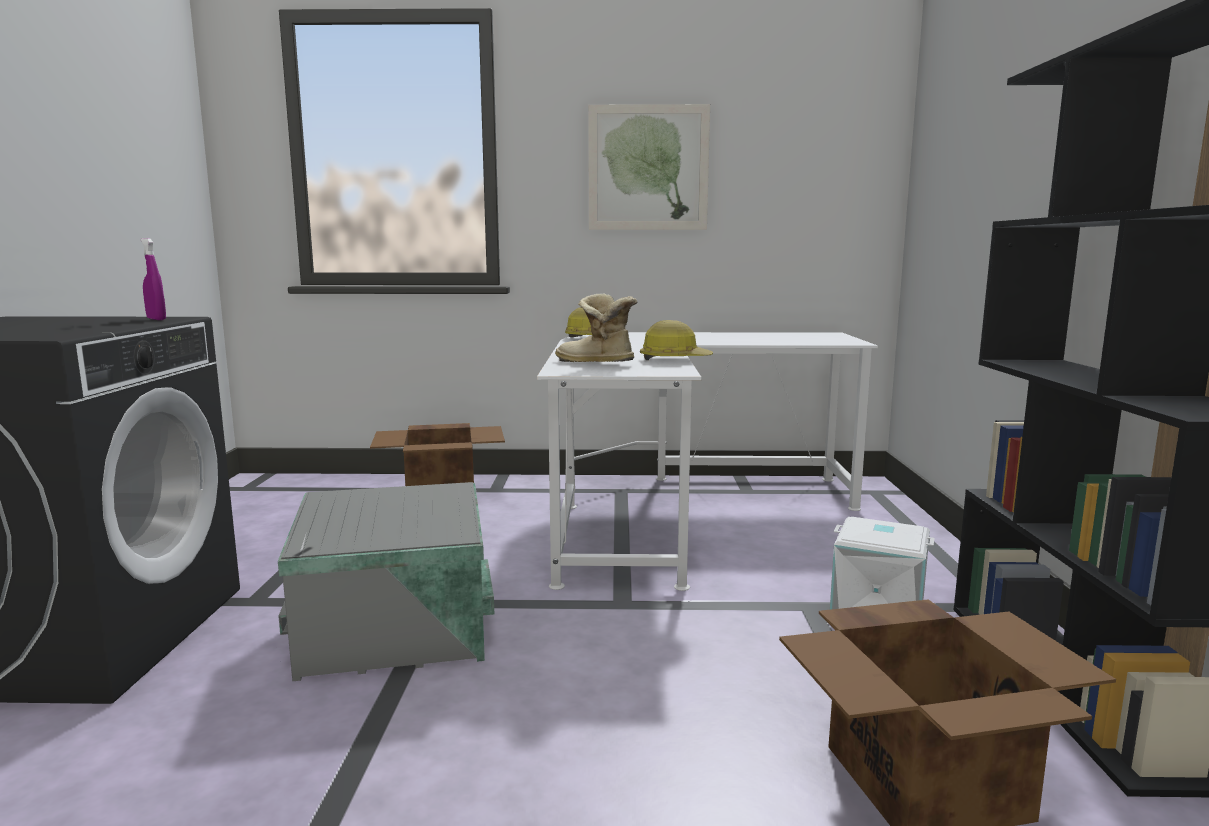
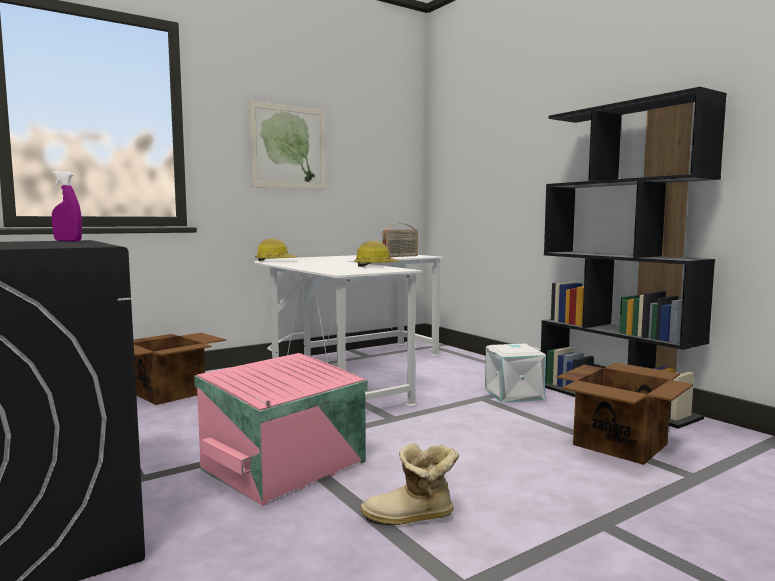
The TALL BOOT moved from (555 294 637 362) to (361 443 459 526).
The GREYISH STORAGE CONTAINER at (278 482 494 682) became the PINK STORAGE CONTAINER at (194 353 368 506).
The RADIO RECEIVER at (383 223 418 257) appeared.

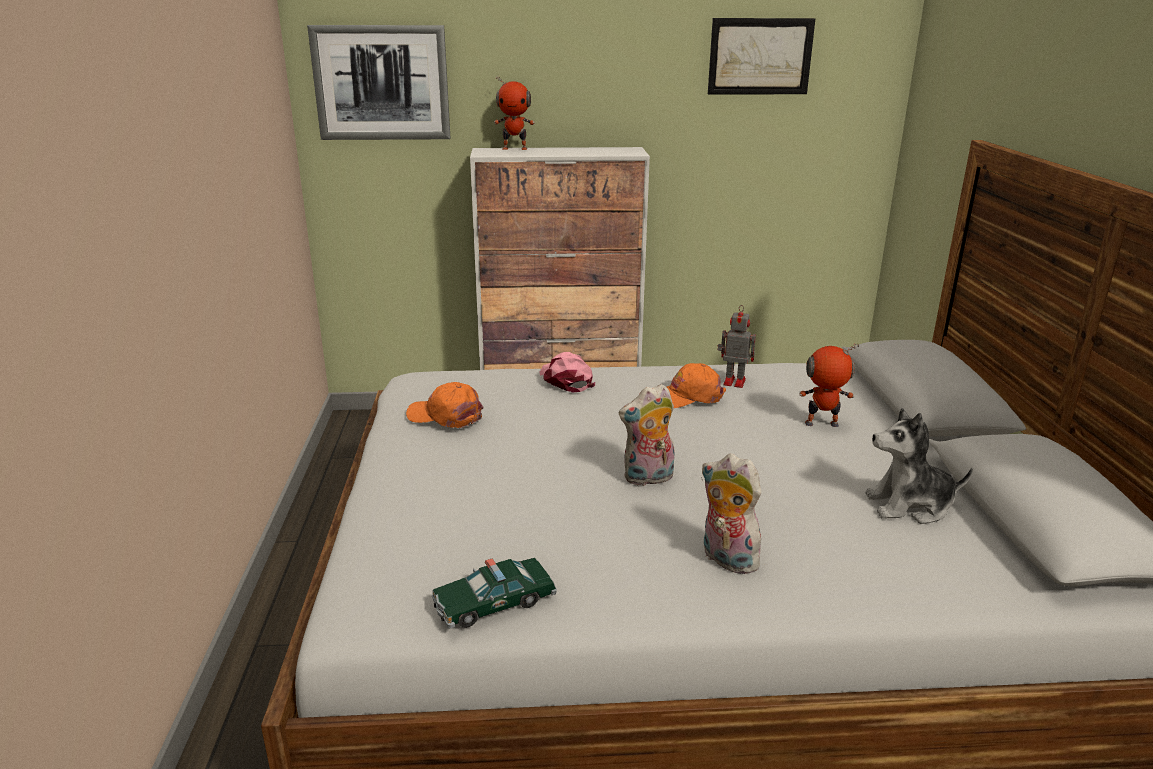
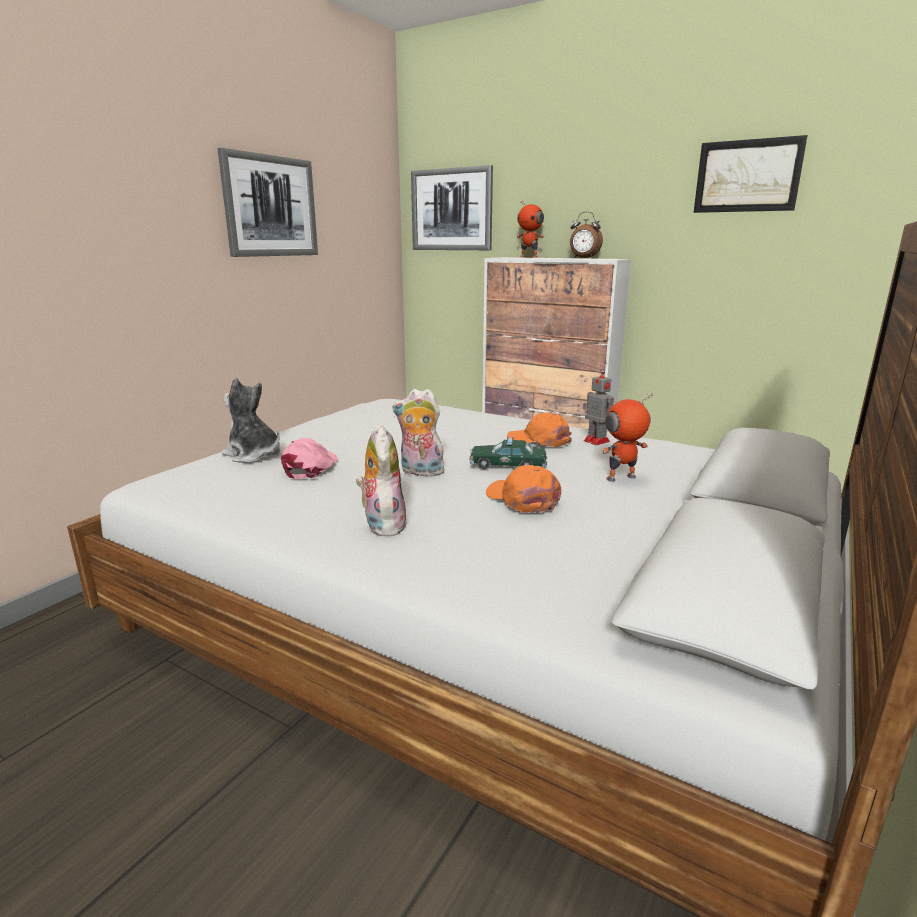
The MODEL ROBOT at (799 343 859 427) turned 60 degrees counterclockwise.
The PINK BASEBALL CAP moved from (540 352 596 392) to (281 438 338 479).
The ORANGE BASEBALL CAP moved from (406 382 484 428) to (486 465 562 513).
The PLUSH TOY moved from (865 408 973 524) to (222 377 280 463).
The MINIATURE CAR moved from (432 558 557 629) to (469 436 547 469).
The WALL ART at (218 148 318 257) appeared.
The BEDSIDE CLOCK at (570 212 603 258) appeared.

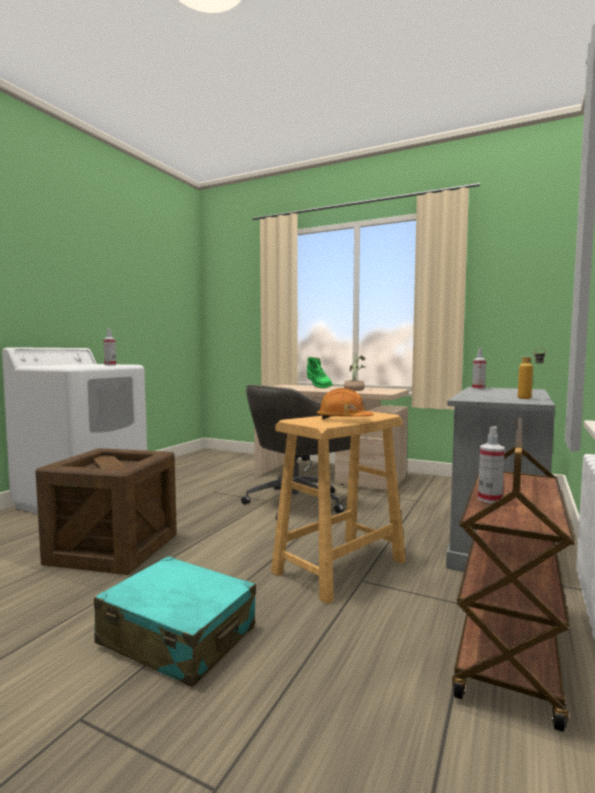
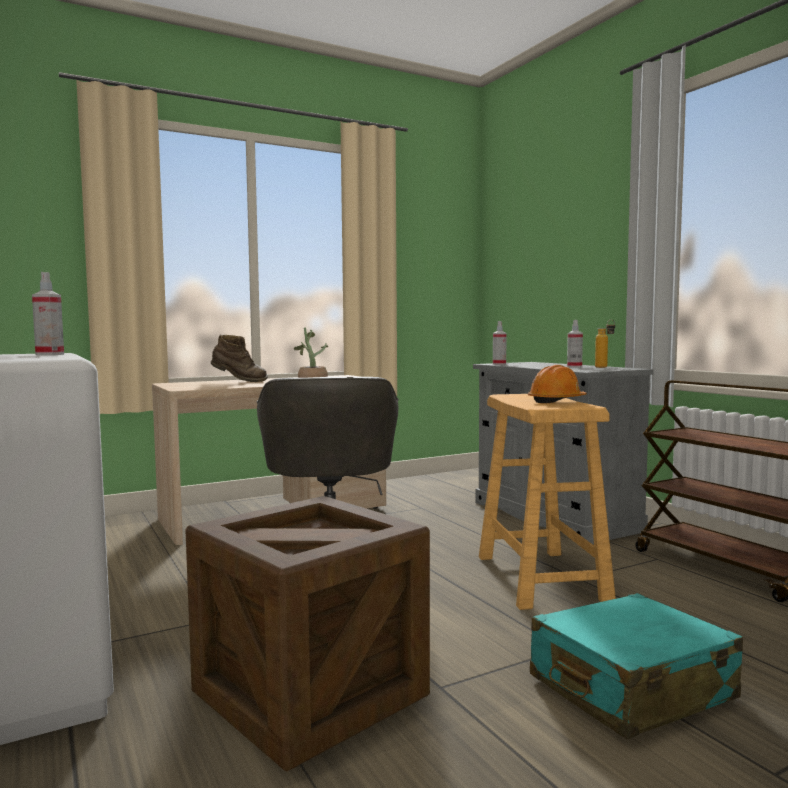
The GREEN TALL BOOT at (307 357 333 388) became the BROWN TALL BOOT at (211 334 268 382).
The SPRAYER moved from (478 426 505 503) to (567 320 583 368).

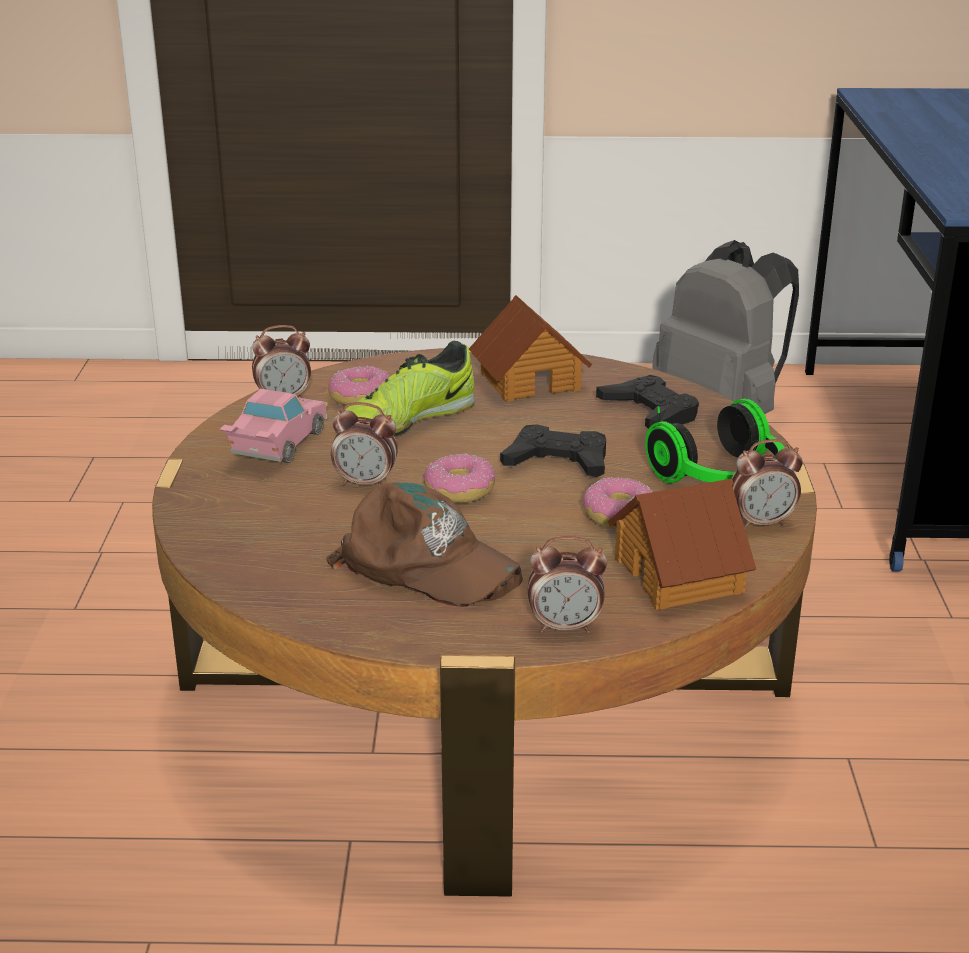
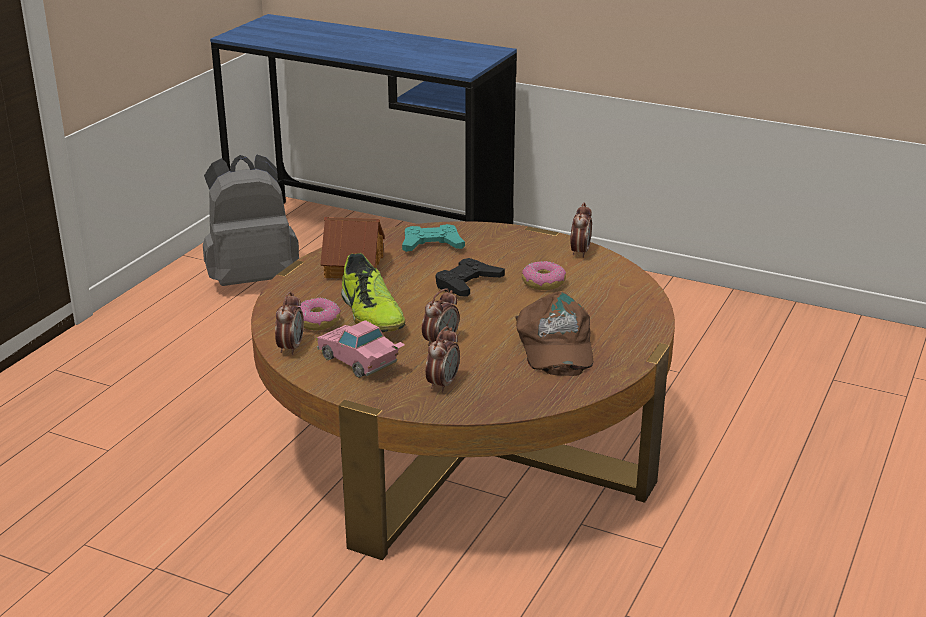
The BLACK-COLOURED GAME CONTROLLER at (596 375 699 429) became the TURQUOISE-COLOURED GAME CONTROLLER at (402 224 465 252).
The HEADPHONES at (645 399 785 483) disappeared.
The DOUGHNUT at (423 454 495 503) disappeared.
The MODEL HOUSE at (608 479 756 610) disappeared.
The BROWN BASEBALL CAP at (326 482 523 607) turned 120 degrees clockwise.
The BEDSIDE CLOCK moved from (528 536 607 633) to (425 326 460 393).

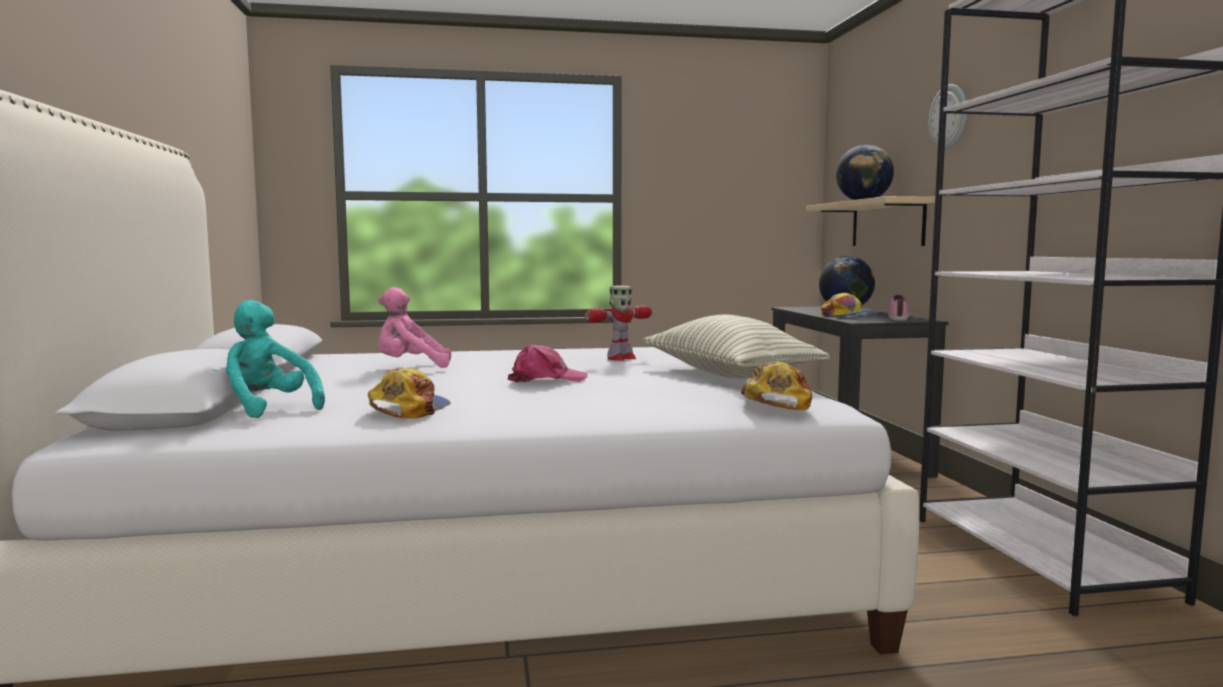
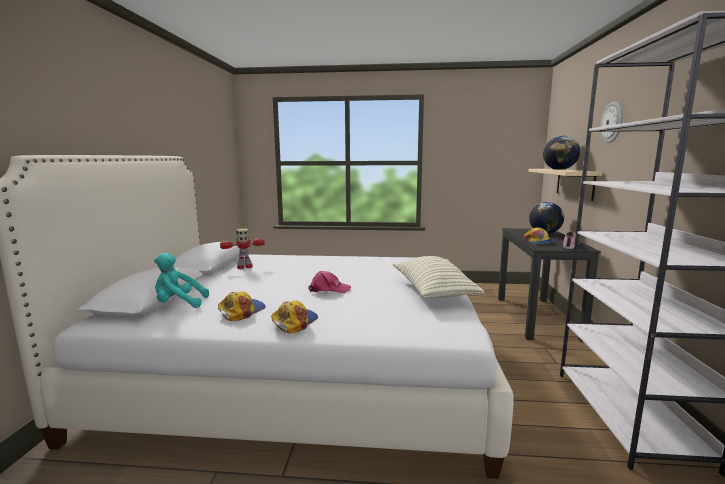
The MODEL ROBOT moved from (585 286 652 361) to (220 229 265 269).
The PINK PLUSH TOY at (378 287 451 368) disappeared.
The TURQUOISE-COLOURED PLUSH TOY at (212 300 325 418) turned 60 degrees counterclockwise.
The BASEBALL CAP moved from (741 362 812 410) to (271 300 318 334).

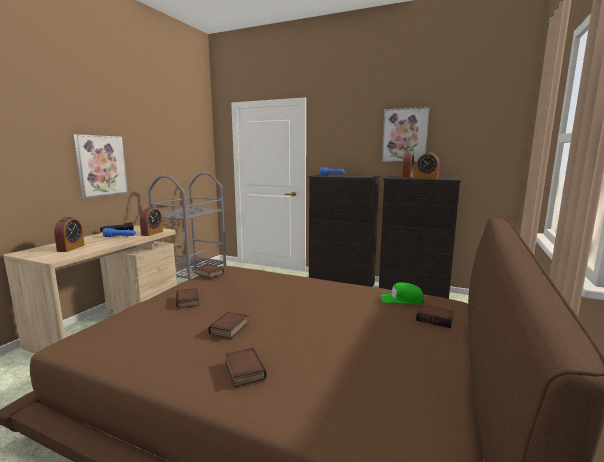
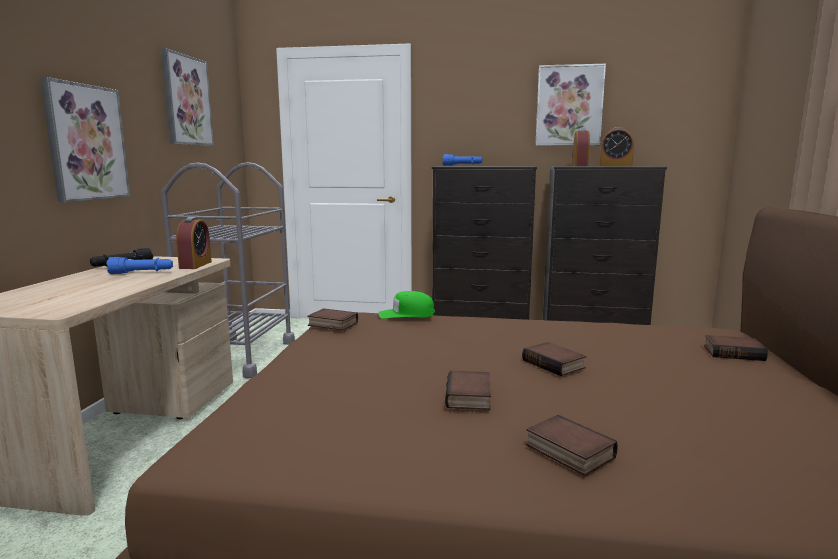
The BEDSIDE CLOCK at (54 217 85 252) disappeared.
The GREEN BASEBALL CAP moved from (381 283 424 305) to (379 291 435 319).
The BOOK moved from (176 288 200 308) to (522 342 586 376).
The WALL ART at (161 48 214 146) appeared.

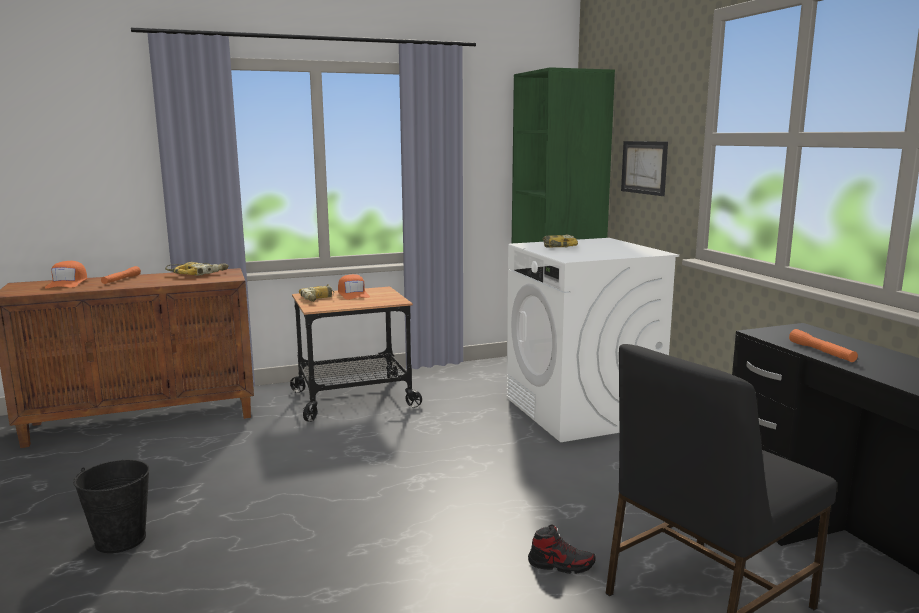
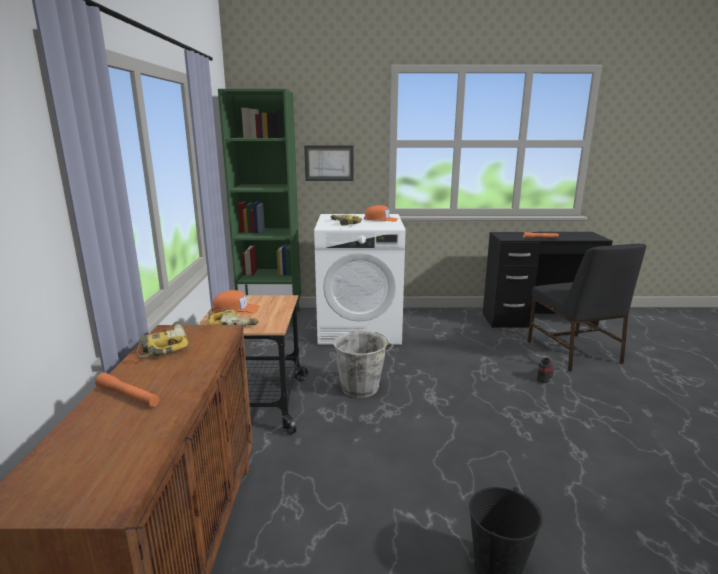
The ORANGE BASEBALL CAP moved from (45 261 88 289) to (364 205 398 222).
The GREYISH PAIL at (333 331 394 398) appeared.

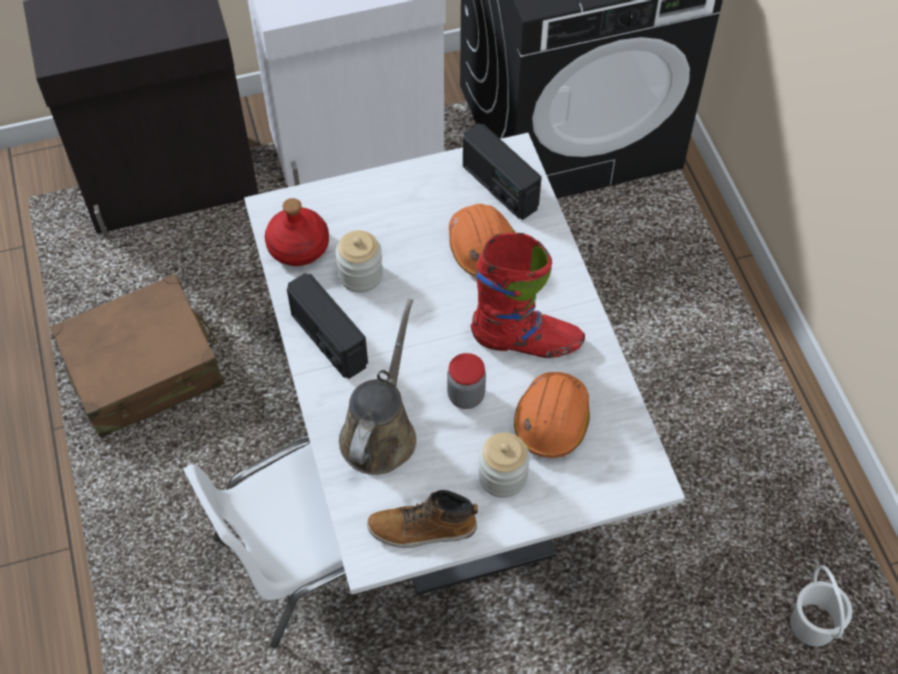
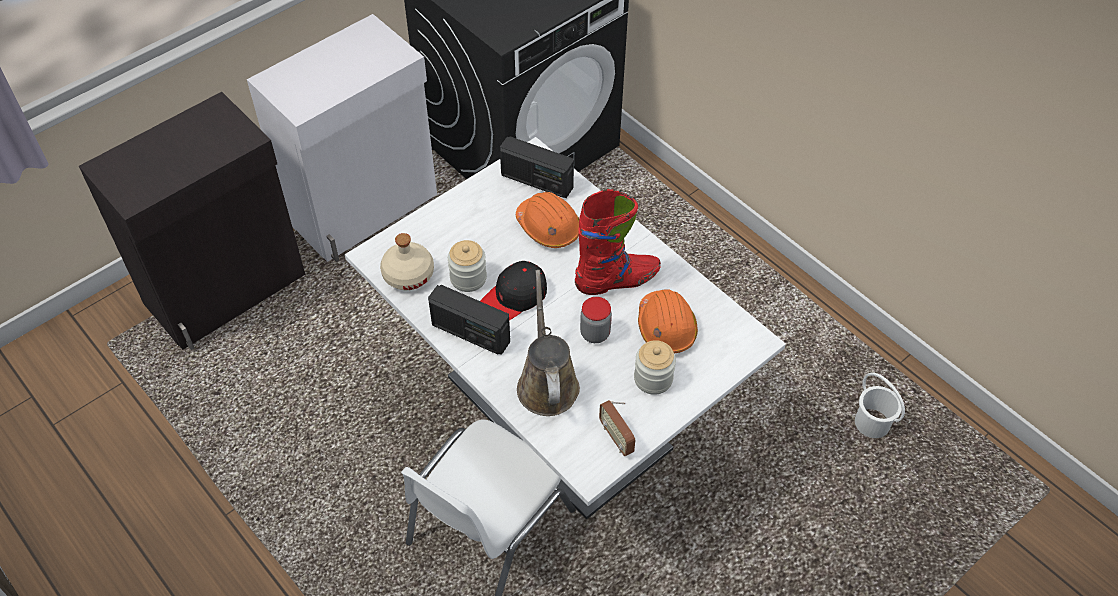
The RED-COLOURED BEVERAGE BOTTLE at (265 198 329 266) became the SAND-COLOURED BEVERAGE BOTTLE at (380 233 434 290).
The BROWN PIECE OF LUGGAGE at (50 274 224 438) disappeared.
The TALL BOOT at (367 490 478 548) was replaced by the RADIO RECEIVER at (599 400 635 456).
The BLACK-COLOURED BASEBALL CAP at (480 261 547 321) appeared.

